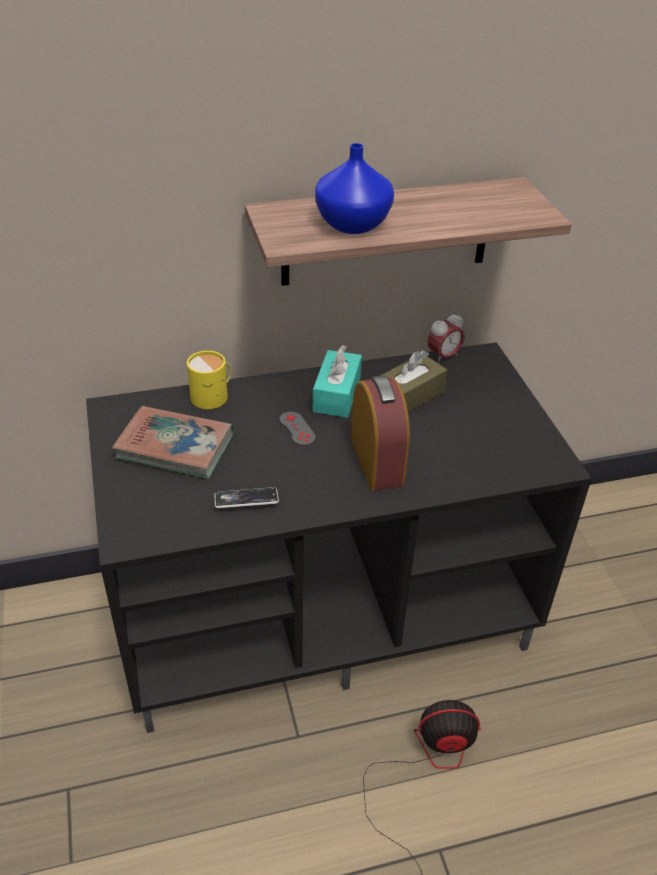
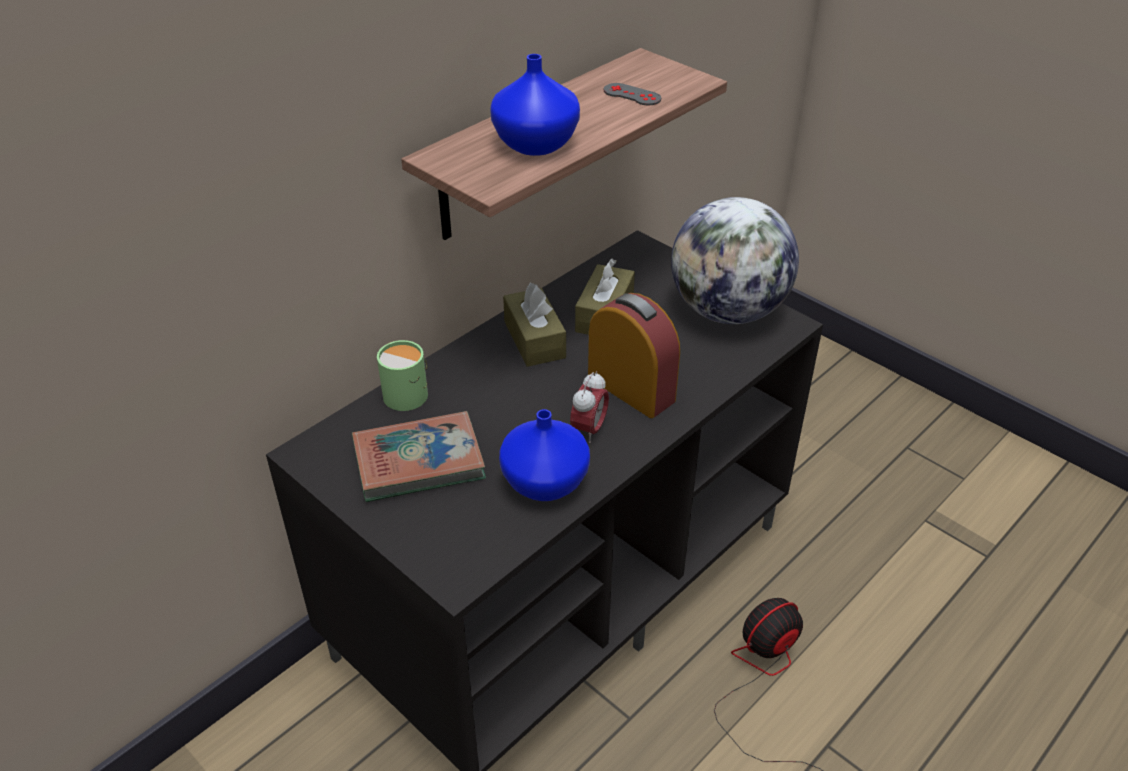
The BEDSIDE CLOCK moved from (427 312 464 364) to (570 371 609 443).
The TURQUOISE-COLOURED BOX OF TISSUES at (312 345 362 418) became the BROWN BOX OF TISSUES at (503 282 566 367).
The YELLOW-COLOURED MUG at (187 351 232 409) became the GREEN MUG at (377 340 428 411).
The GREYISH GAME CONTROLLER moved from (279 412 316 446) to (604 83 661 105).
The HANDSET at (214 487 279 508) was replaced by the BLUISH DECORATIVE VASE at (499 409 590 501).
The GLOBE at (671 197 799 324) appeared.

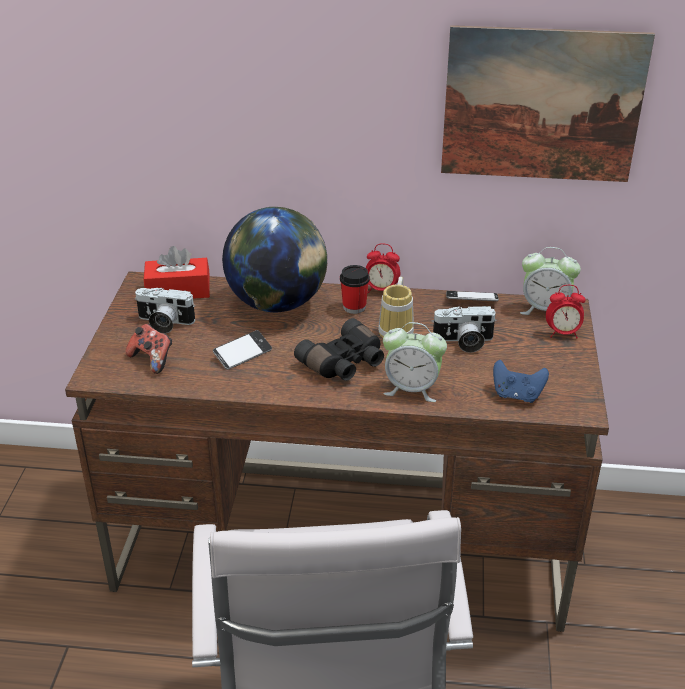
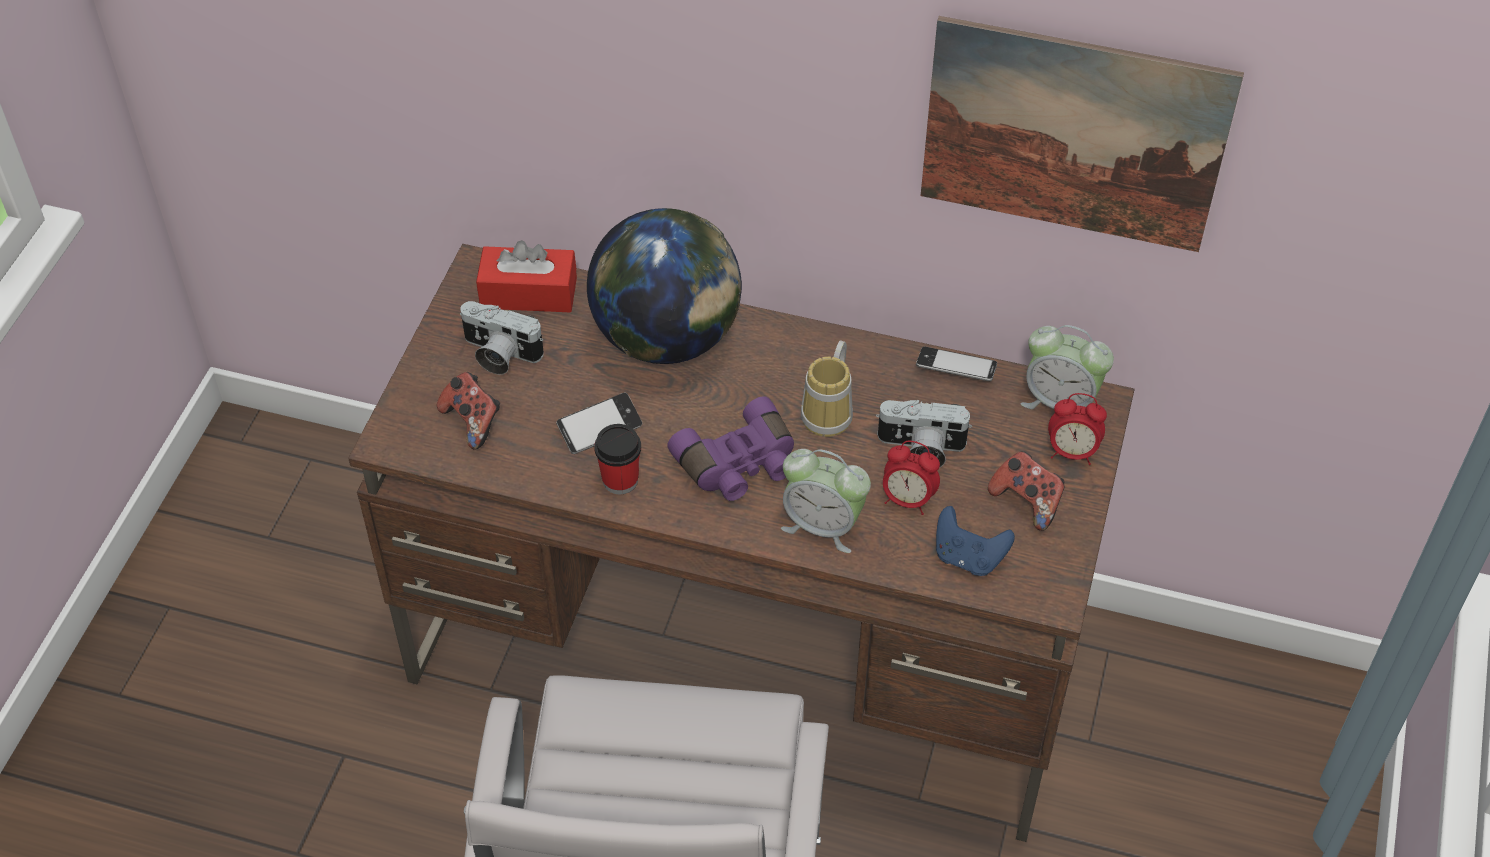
The BEDSIDE CLOCK moved from (366 243 400 293) to (883 441 940 515).
The DRINKING CUP moved from (340 265 370 314) to (594 424 641 494).
The BLACK-COLOURED PAIR OF BINOCULARS at (294 318 384 381) became the PURPLISH PAIR OF BINOCULARS at (667 396 794 501).
The GAME CONTROLLER at (988 451 1065 531) appeared.

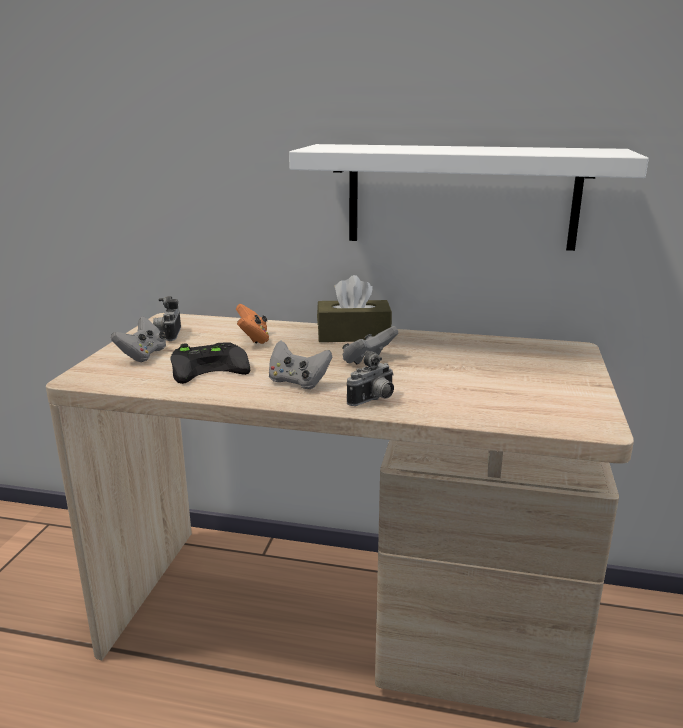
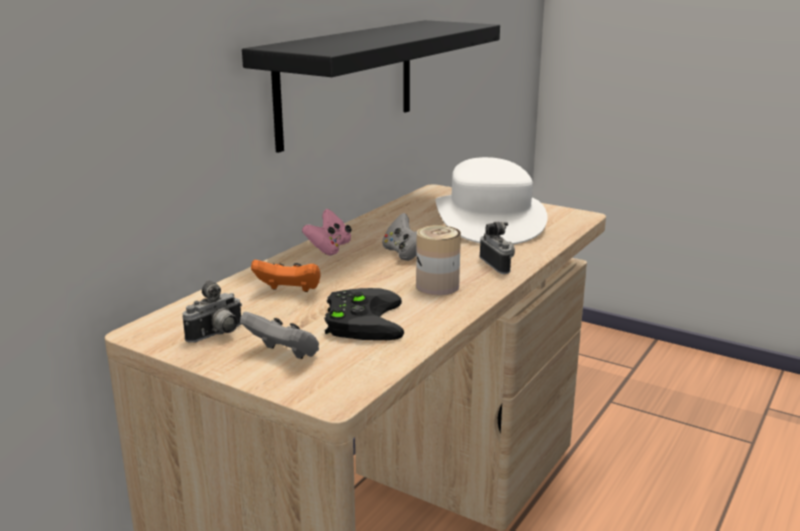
The WHITE-COLOURED SHELF at (289 144 649 251) became the BLACK-COLOURED SHELF at (242 20 500 153).
The BROWN BOX OF TISSUES at (317 275 392 342) was replaced by the PINK GAME CONTROLLER at (302 209 352 256).
The PHOTO CAMERA at (153 296 181 341) turned 60 degrees counterclockwise.
The GREYISH GAME CONTROLLER at (269 341 333 389) was replaced by the CAN at (416 225 461 295).
The WHITE-COLOURED WEARABLE HAT at (436 157 547 245) appeared.

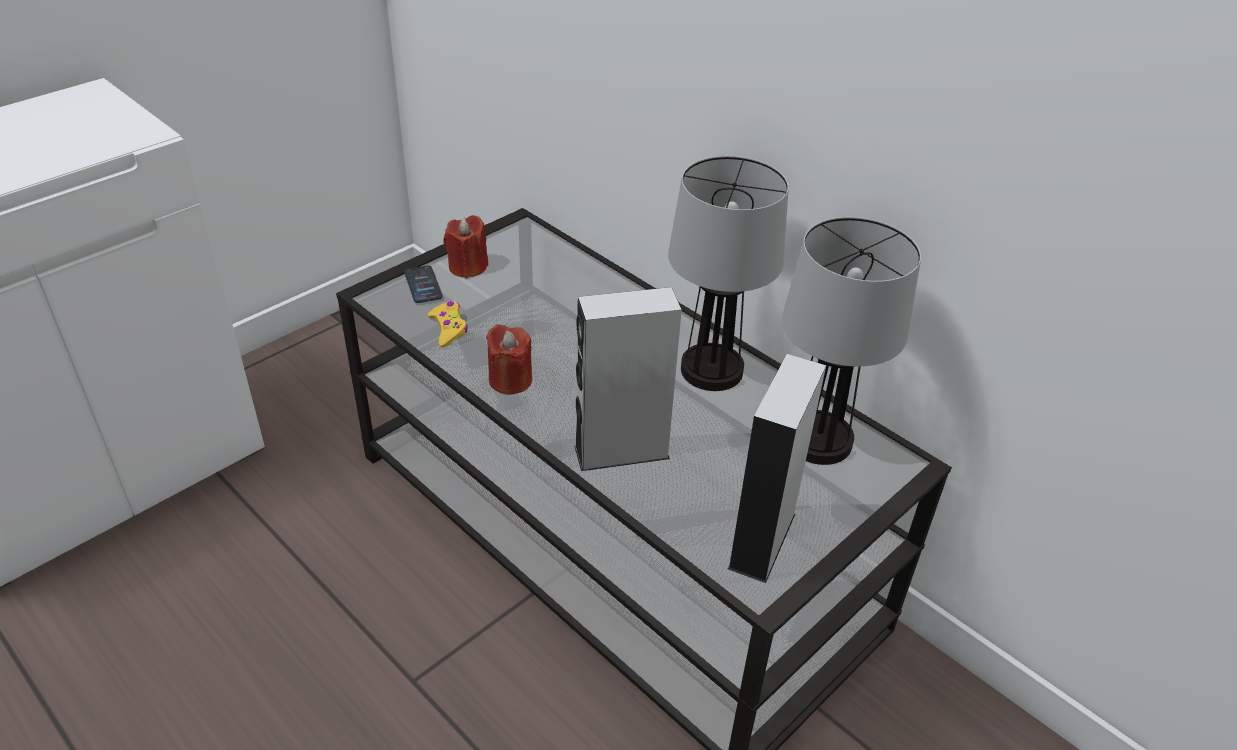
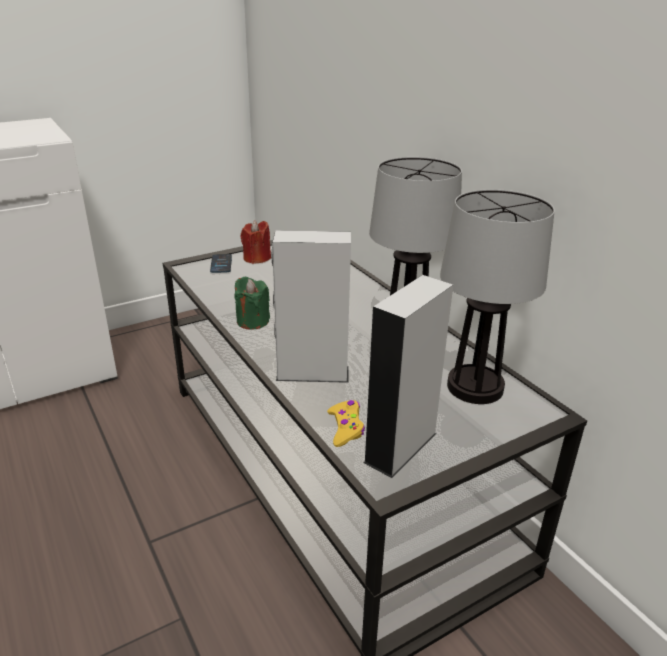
The YELLOW-COLOURED GAME CONTROLLER moved from (428 301 468 347) to (327 400 365 447).
The RED-COLOURED CANDLE at (486 324 532 395) became the GREEN CANDLE at (235 277 270 329).

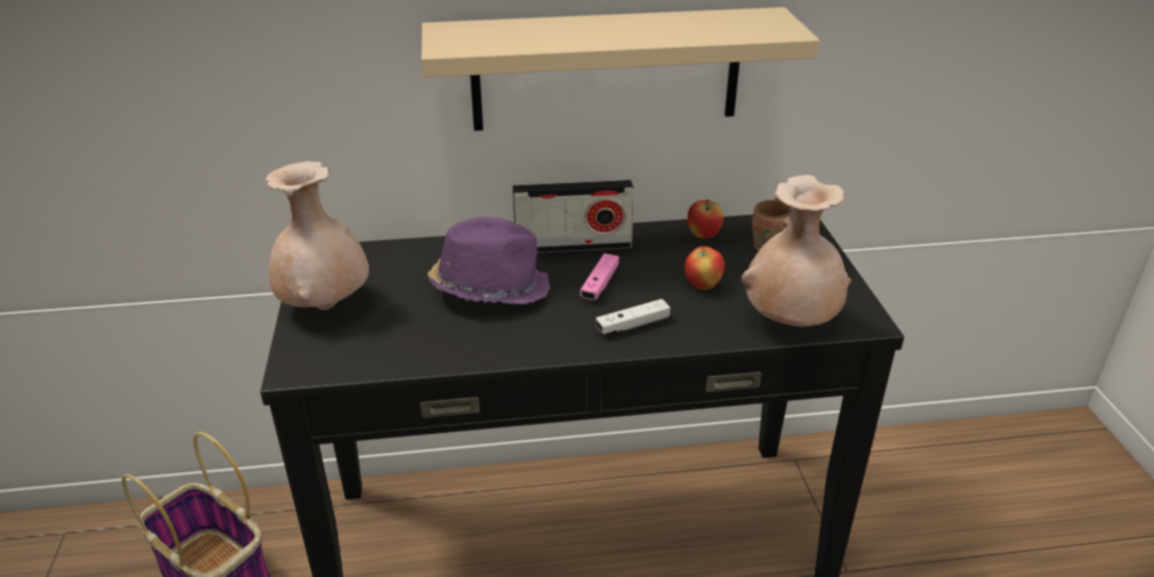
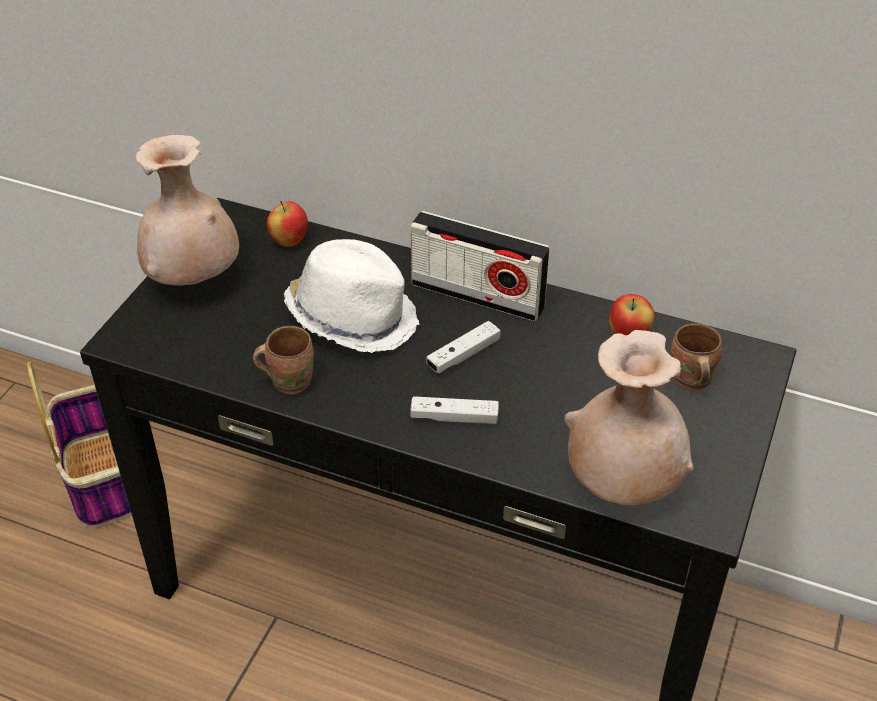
The SAND-COLOURED SHELF at (422 7 820 131) disappeared.
The PURPLISH WEARABLE HAT at (427 217 550 304) became the WHITE-COLOURED WEARABLE HAT at (284 239 419 353).
The WHOLE APPLE moved from (685 246 725 290) to (267 201 308 247).
The PINK GAME CONTROLLER at (580 253 619 300) became the WHITE-COLOURED GAME CONTROLLER at (426 321 500 373).
The BROWN MUG at (253 326 314 395) appeared.

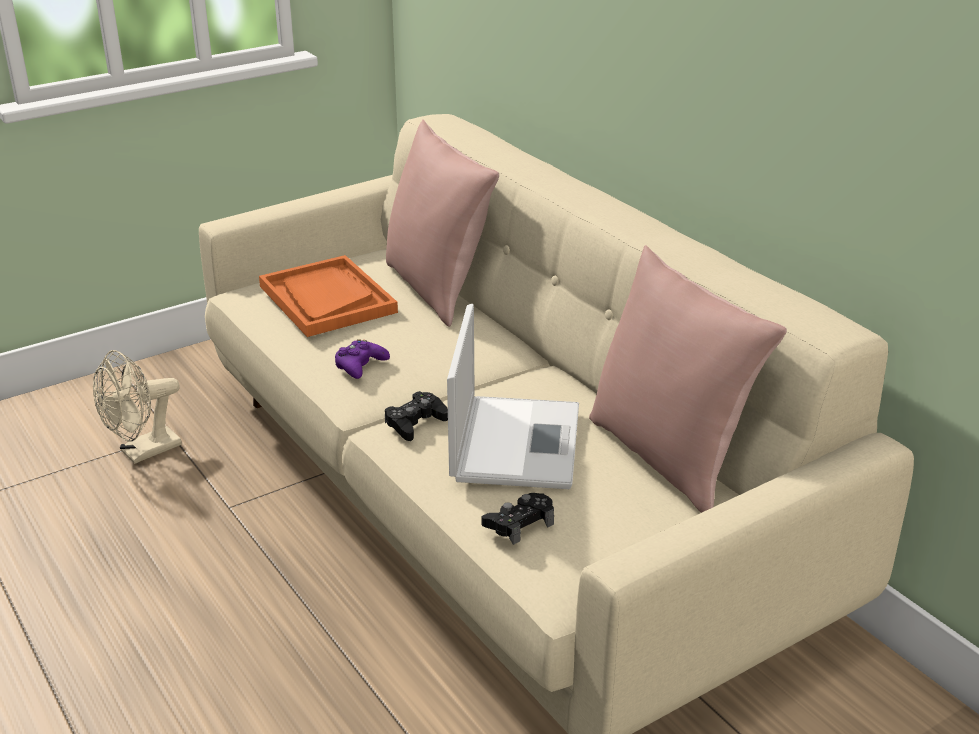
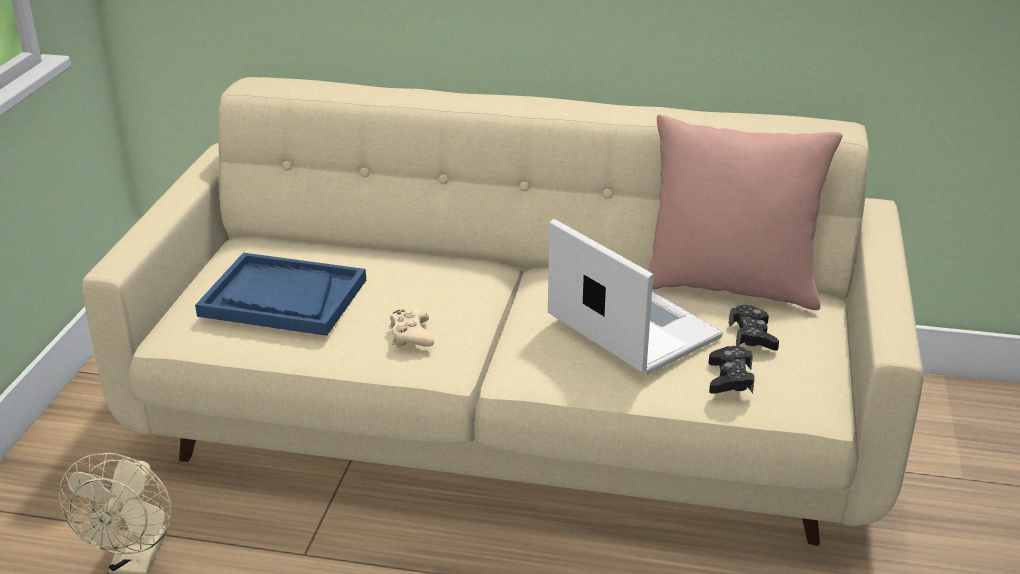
The PINK CUSHION at (386 119 499 327) disappeared.
The ORANGE TRAY at (259 255 398 337) became the BLUISH TRAY at (195 253 366 336).
The PURPLISH GAME CONTROLLER at (335 339 390 379) became the SAND-COLOURED GAME CONTROLLER at (389 309 434 347).
The BLACK-COLOURED GAME CONTROLLER moved from (385 391 448 441) to (729 305 779 351).

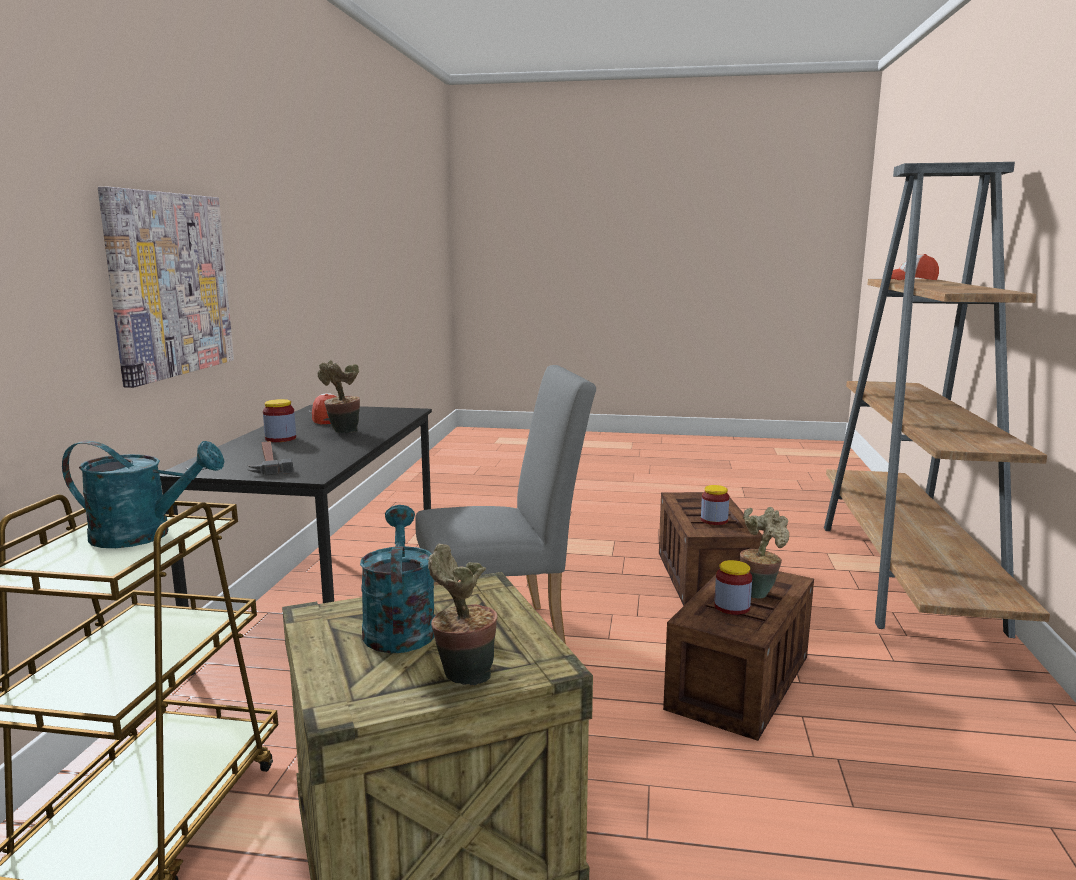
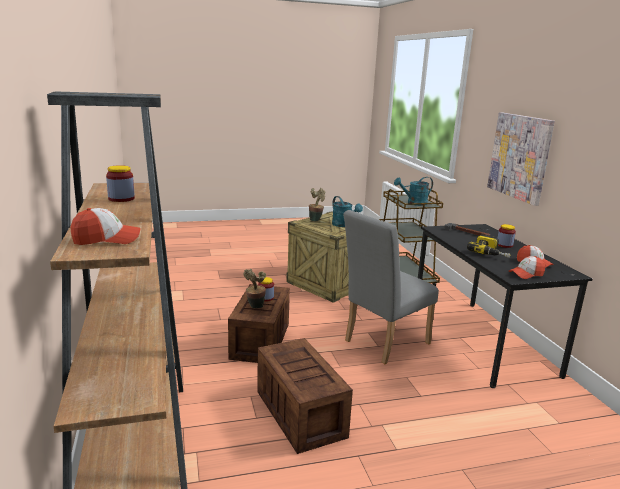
The PLANT IN A POT at (318 360 360 433) was replaced by the ELECTRIC DRILL at (467 234 510 258).
The PRESERVE JAR moved from (701 485 729 525) to (106 165 135 202).
The BASEBALL CAP at (509 256 545 279) appeared.

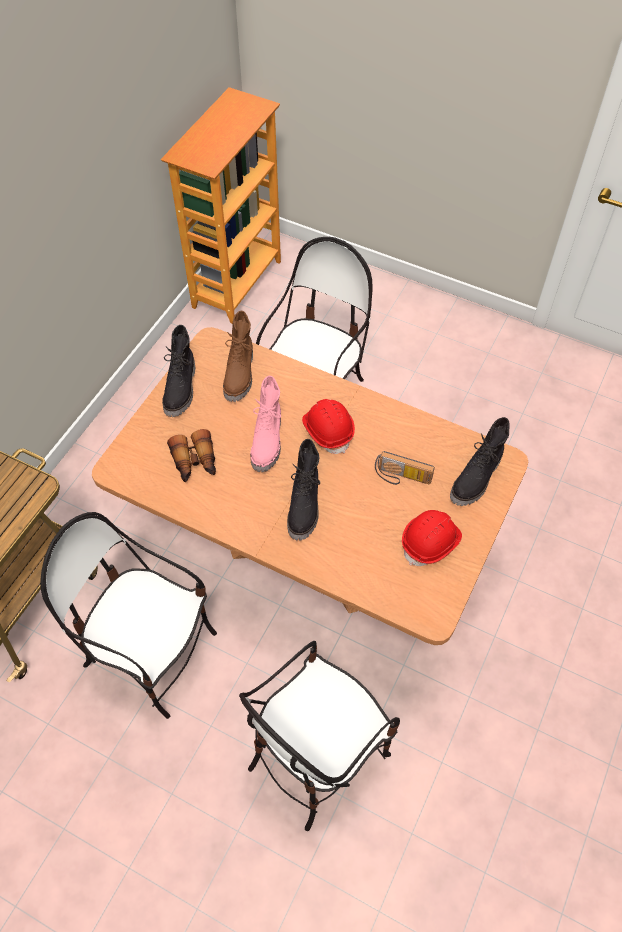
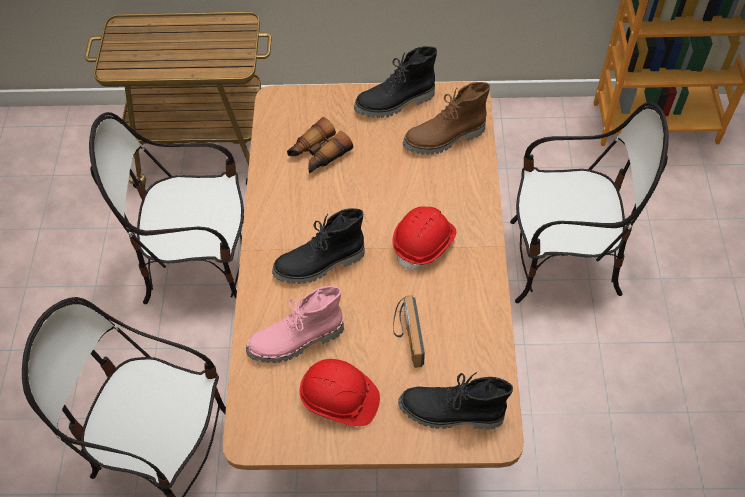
The PINK TALL BOOT moved from (250 376 281 472) to (246 286 344 363).
The UPRIGHT CHAIR at (40 512 217 719) turned 90 degrees counterclockwise.

